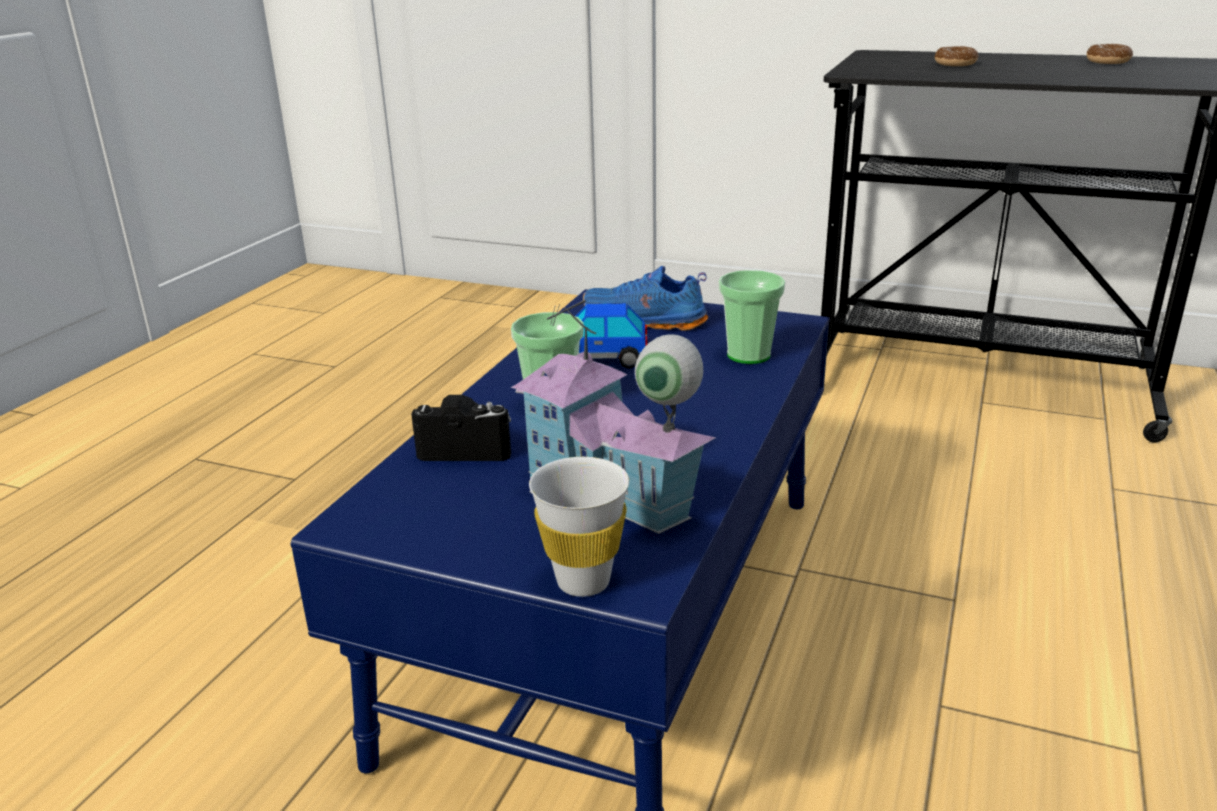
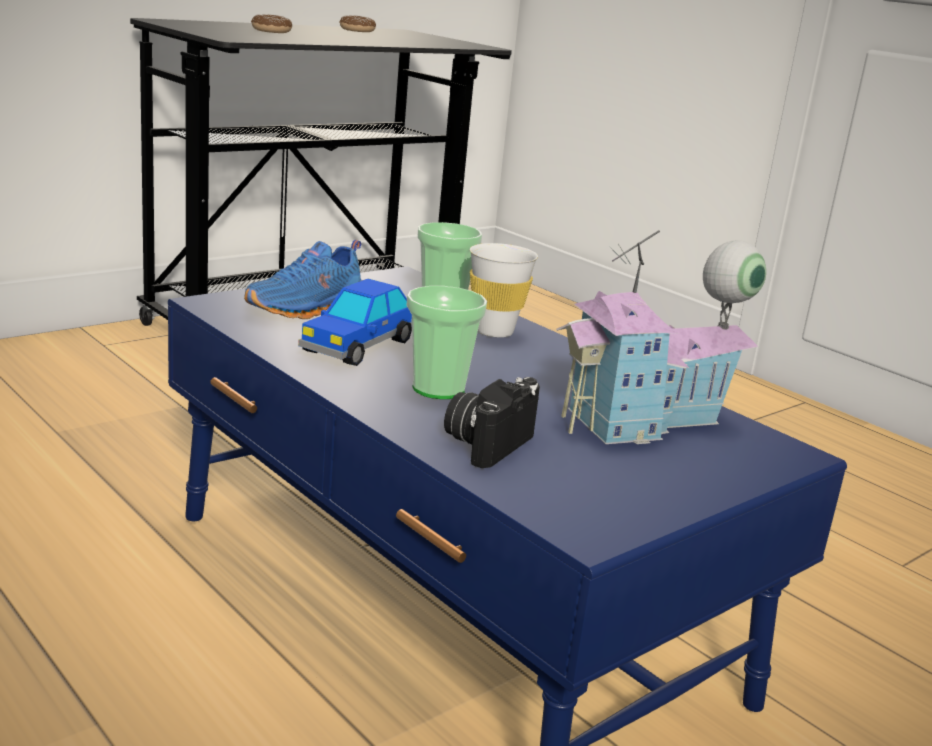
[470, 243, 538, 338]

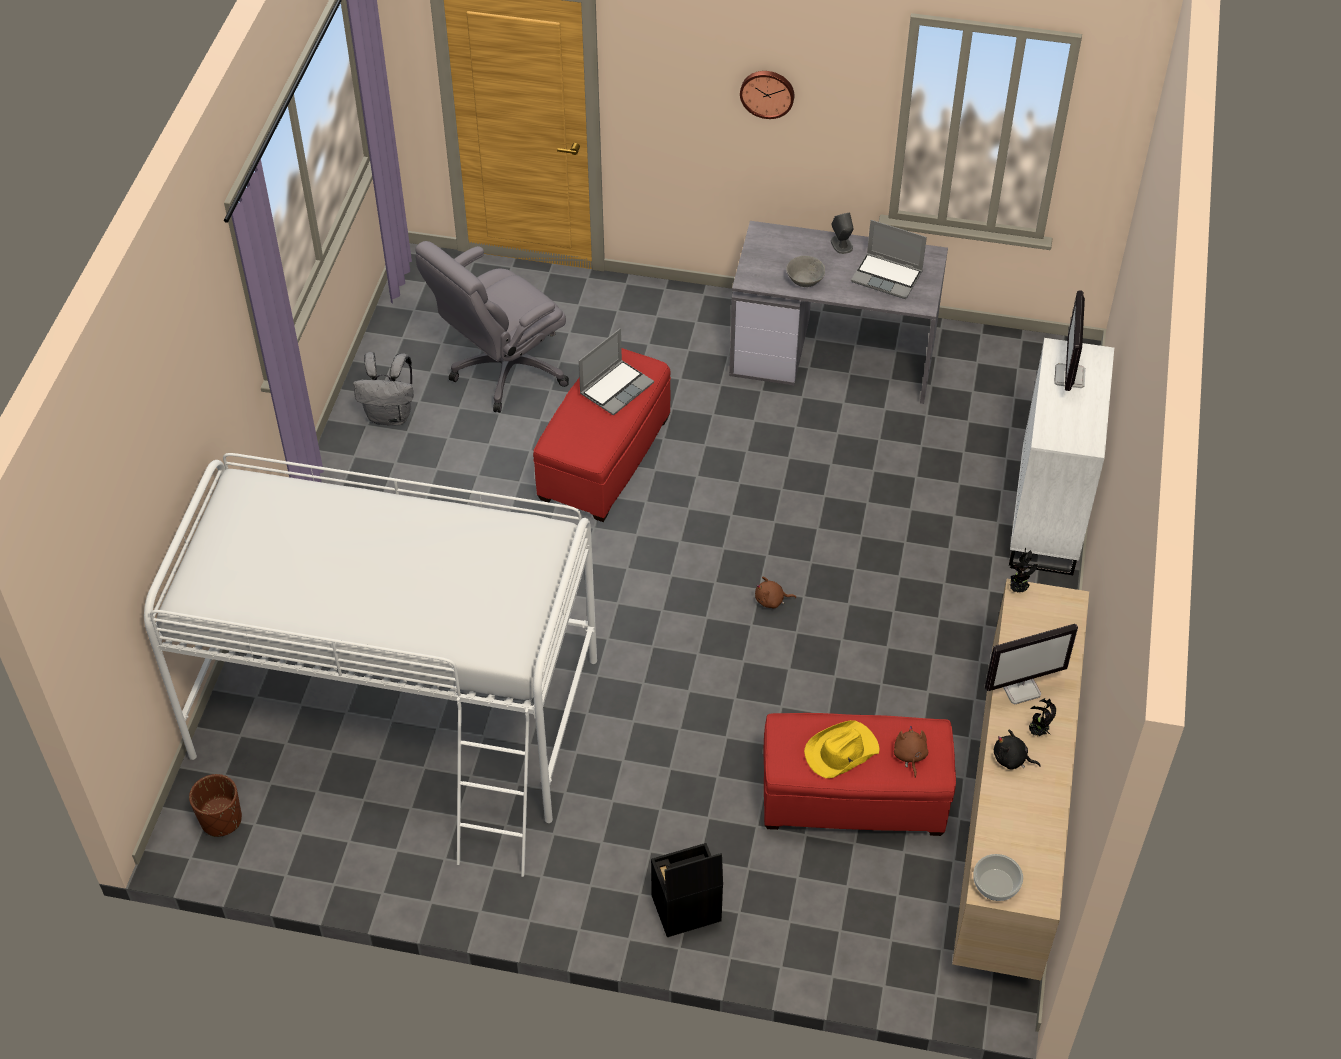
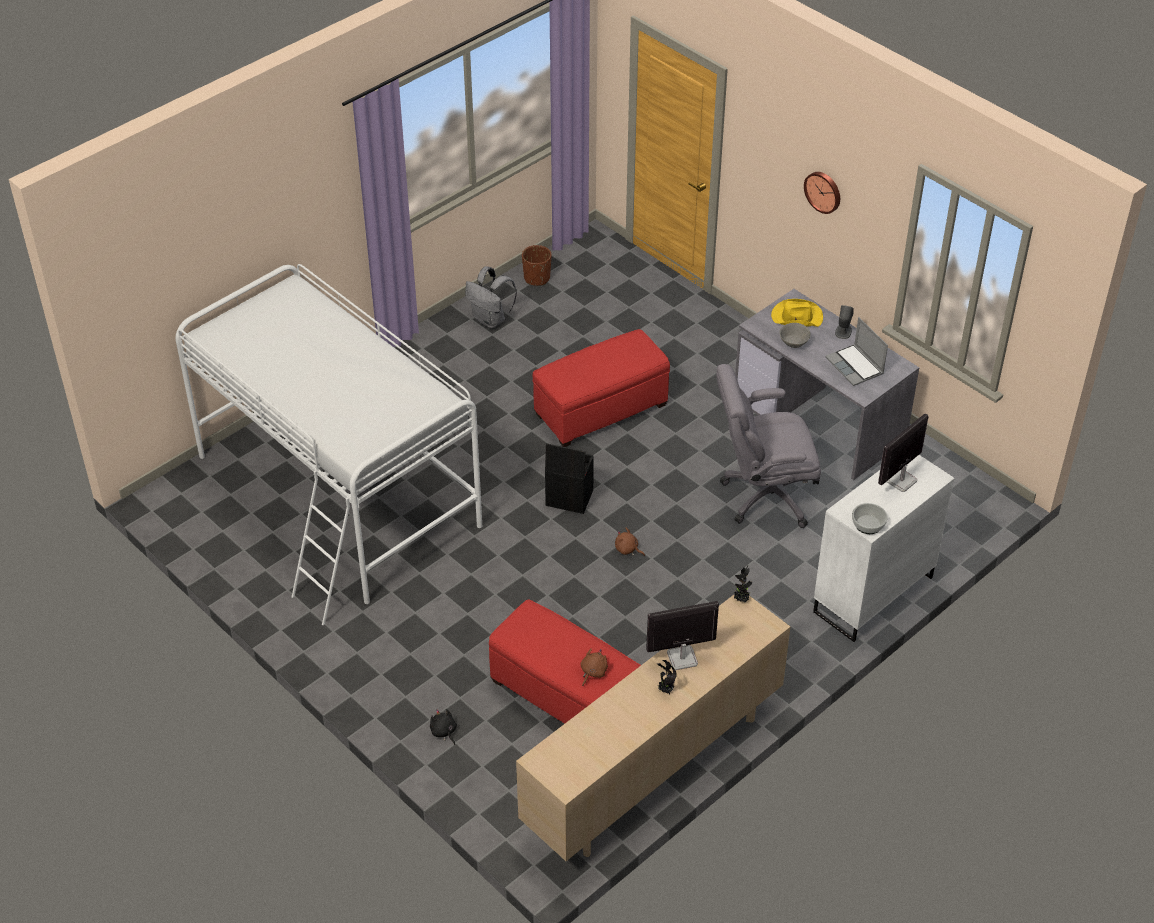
[522, 245, 551, 286]
[716, 364, 821, 528]
[579, 328, 654, 416] (first image)
[545, 443, 594, 514]
[771, 299, 823, 327]
[852, 503, 888, 534]
[646, 601, 719, 670]
[430, 709, 457, 745]

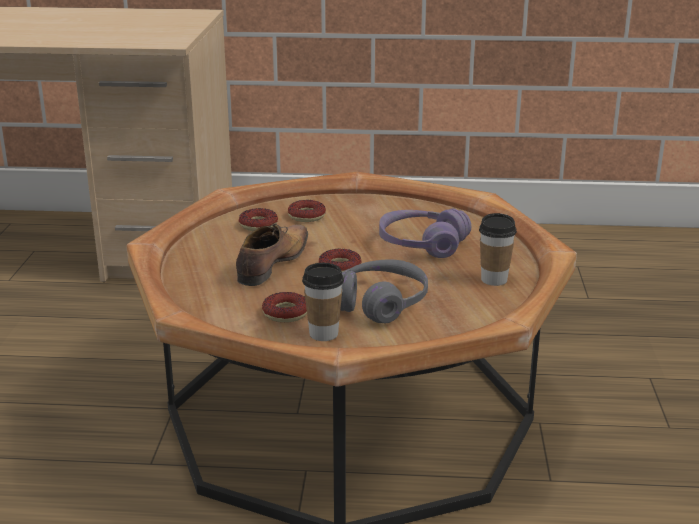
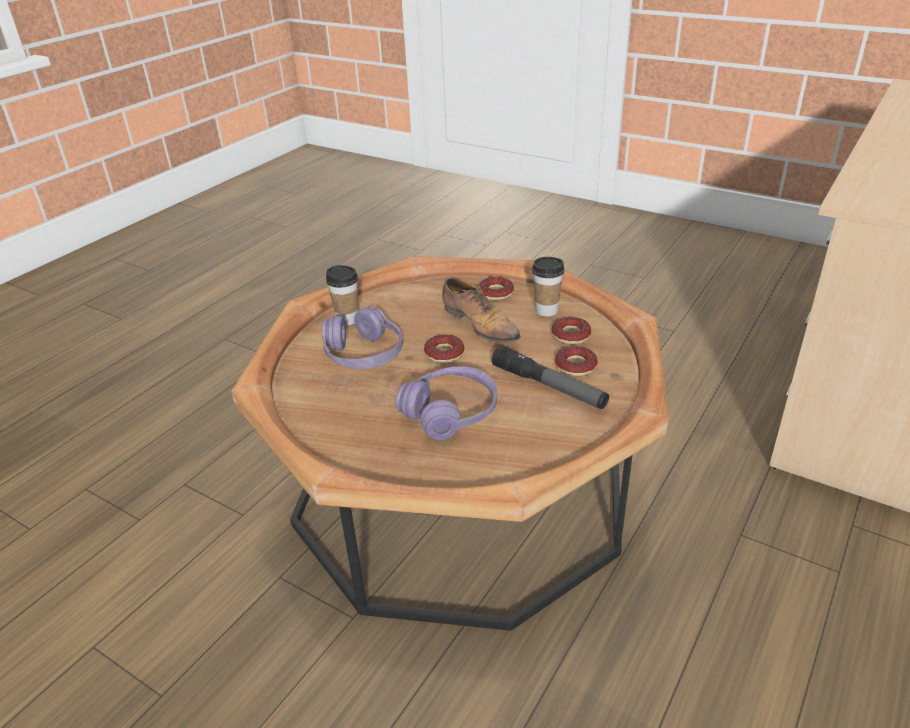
[479, 277, 514, 301]
[322, 307, 403, 369]
[532, 257, 564, 317]
[492, 345, 609, 409]

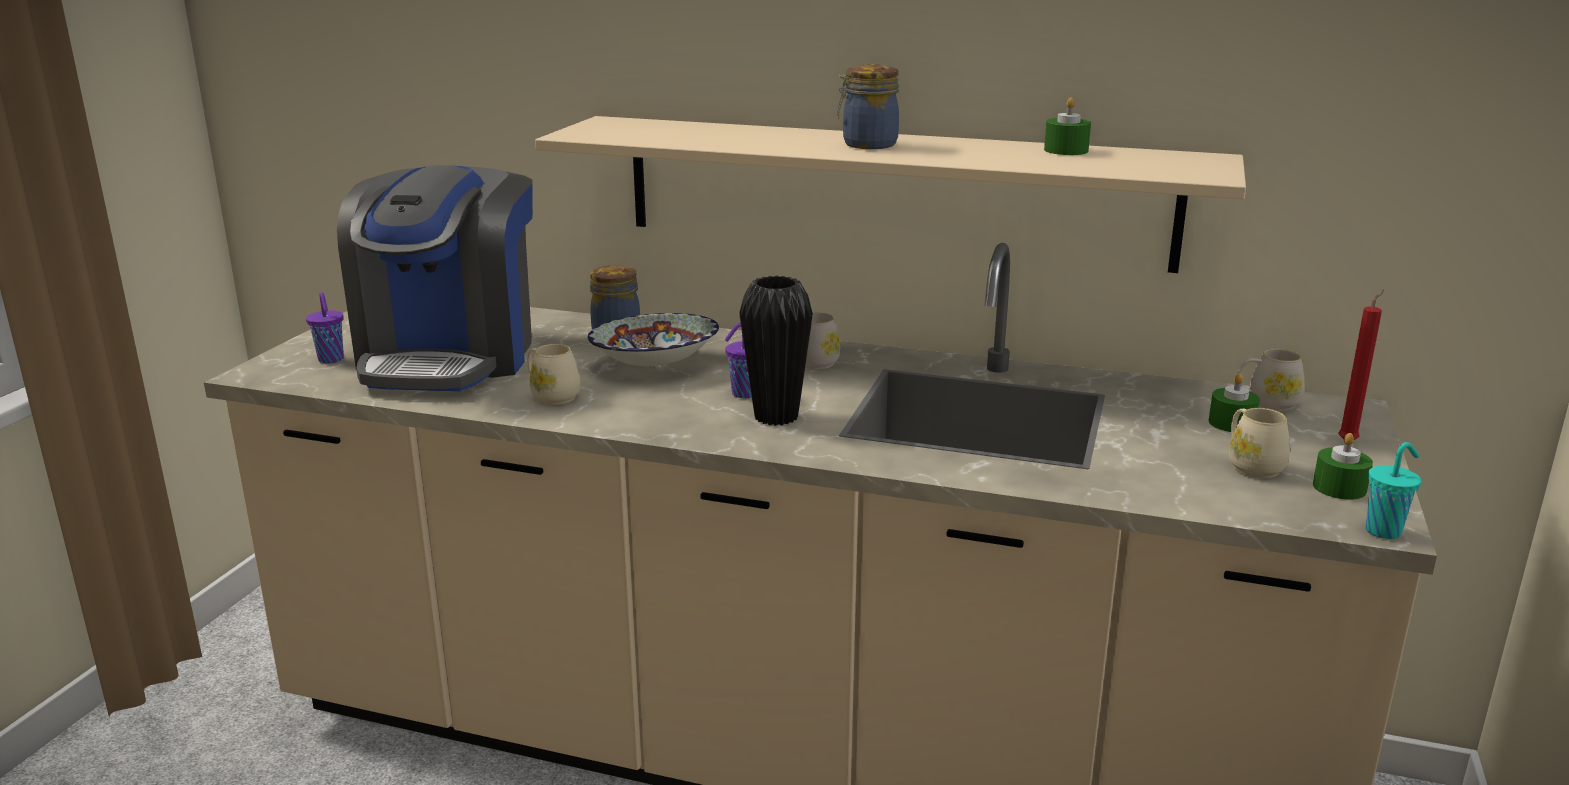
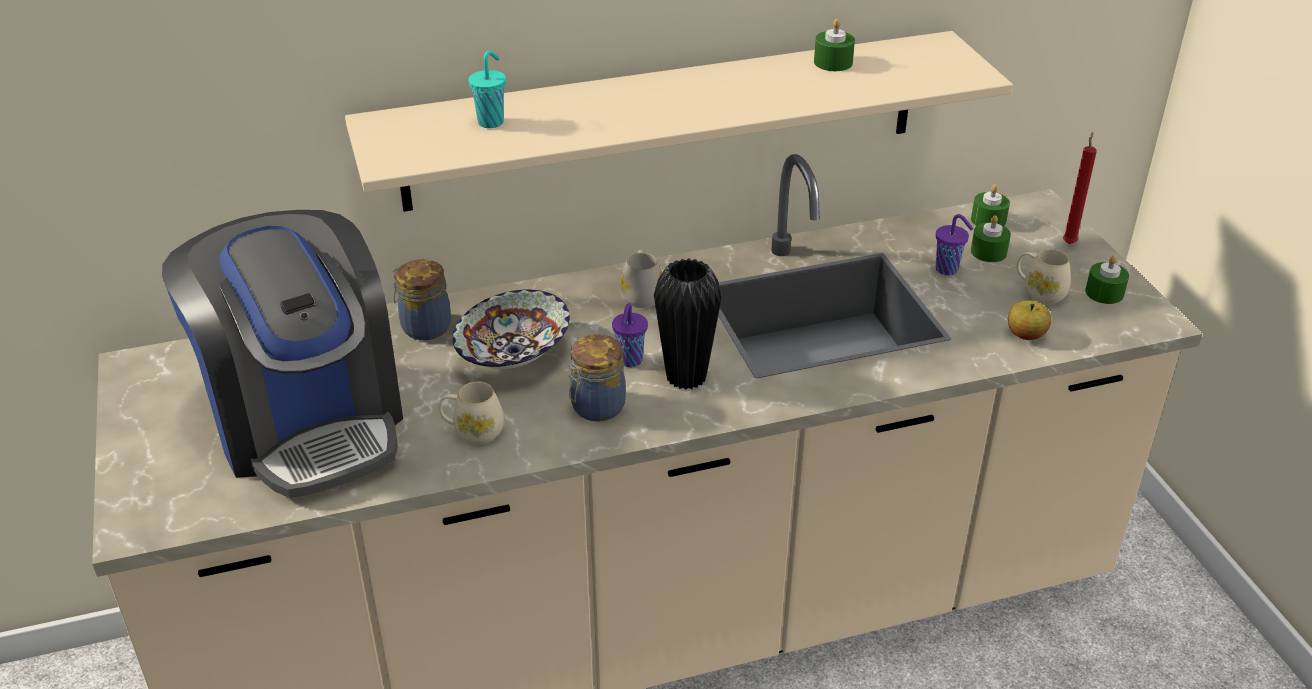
[936, 214, 973, 275]
[569, 334, 626, 421]
[971, 184, 1010, 226]
[468, 50, 506, 128]
[1008, 301, 1051, 340]

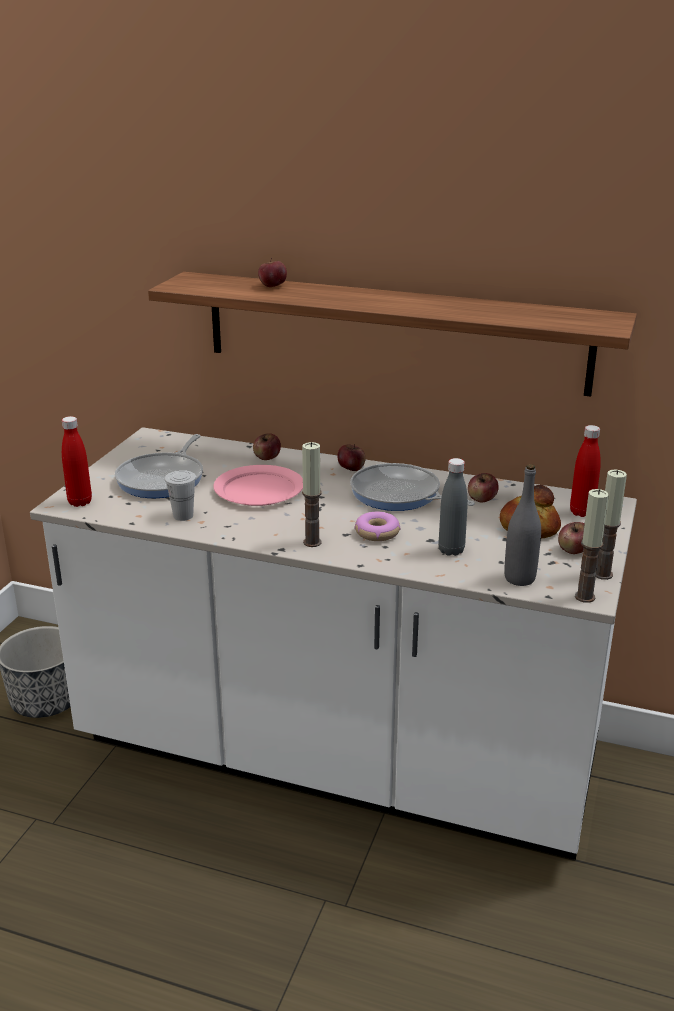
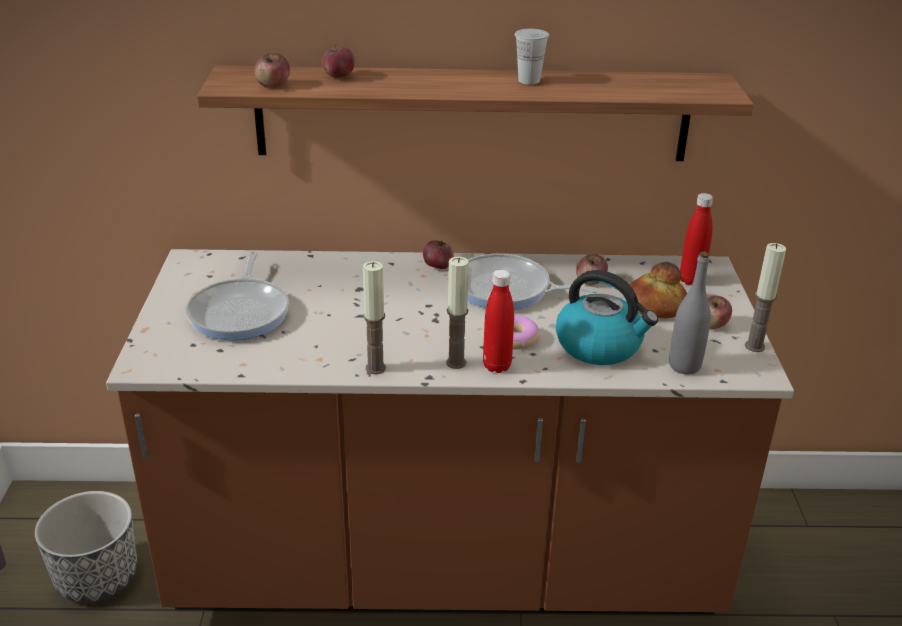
[106, 249, 794, 614]
[483, 270, 514, 373]
[515, 29, 549, 85]
[213, 465, 303, 506] (first image)
[254, 53, 290, 88]
[556, 270, 658, 365]
[363, 261, 386, 374]

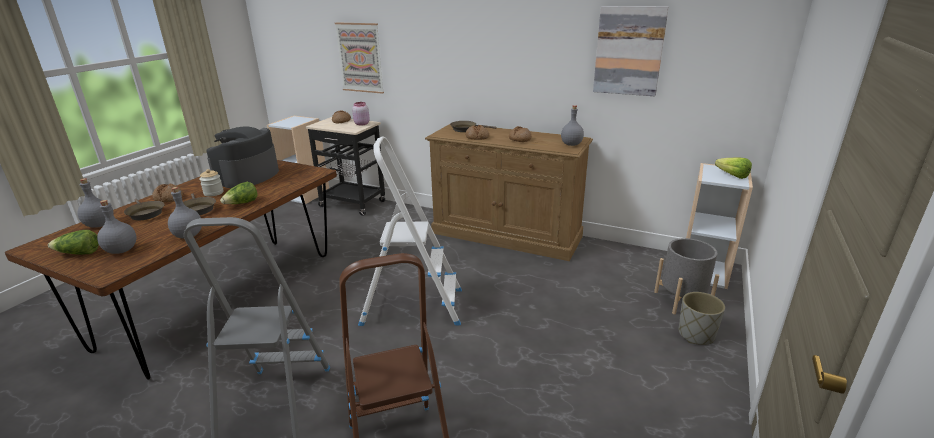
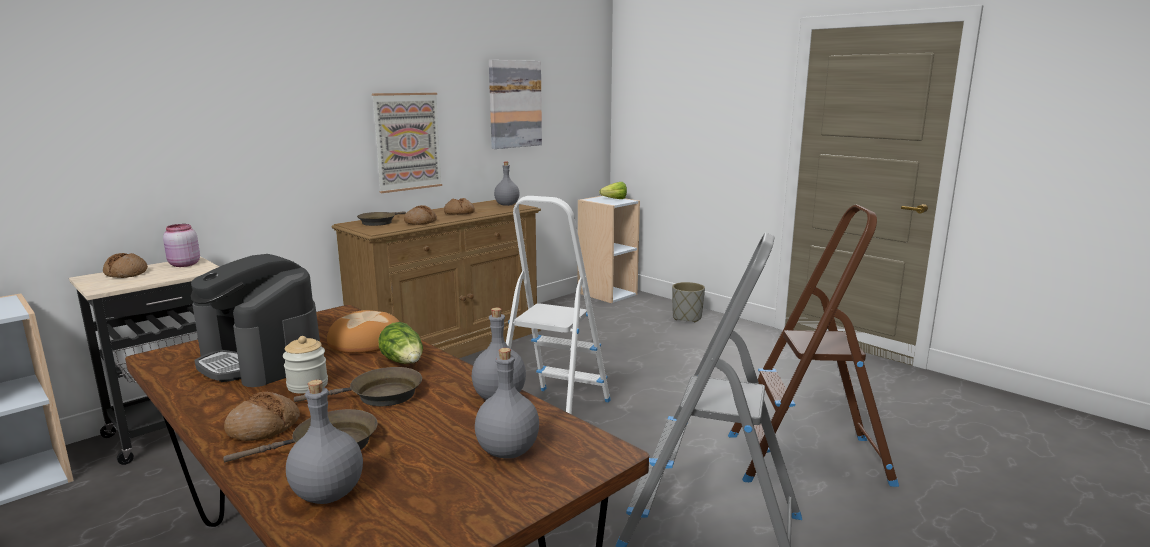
[48, 230, 99, 255] (first image)
[372, 93, 442, 193]
[654, 238, 719, 314] (first image)
[327, 310, 400, 353]

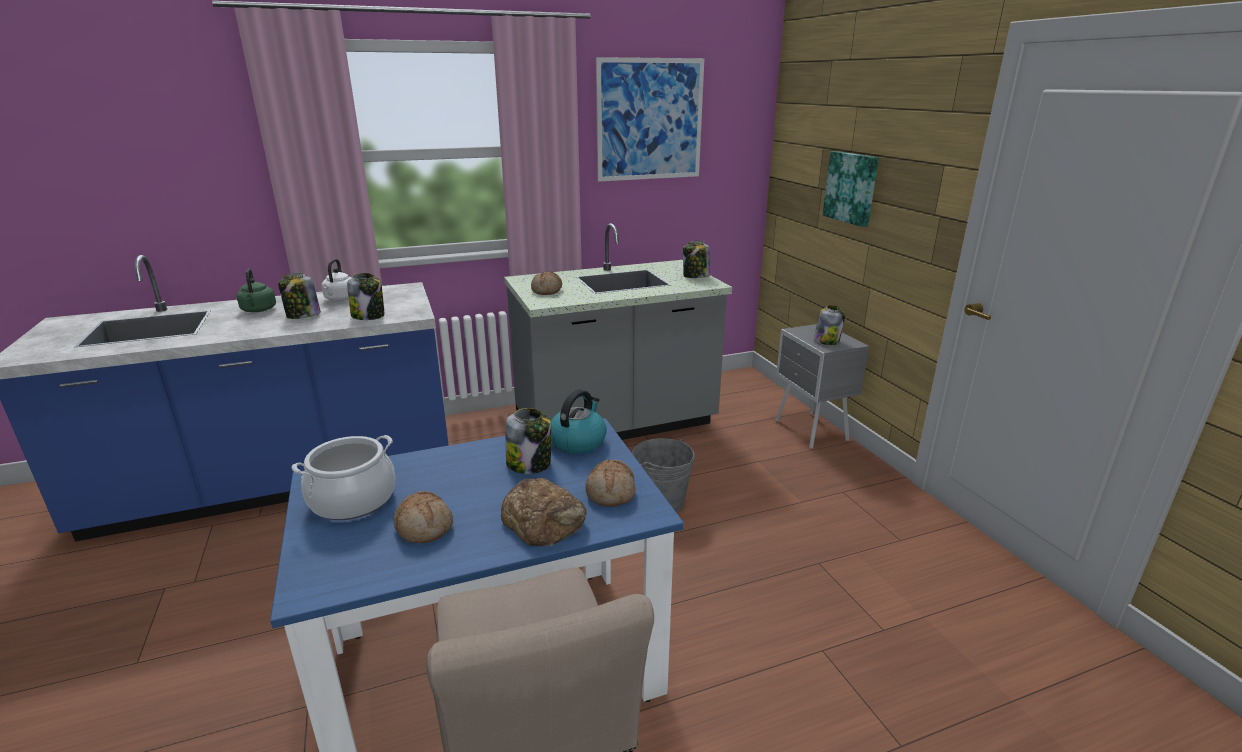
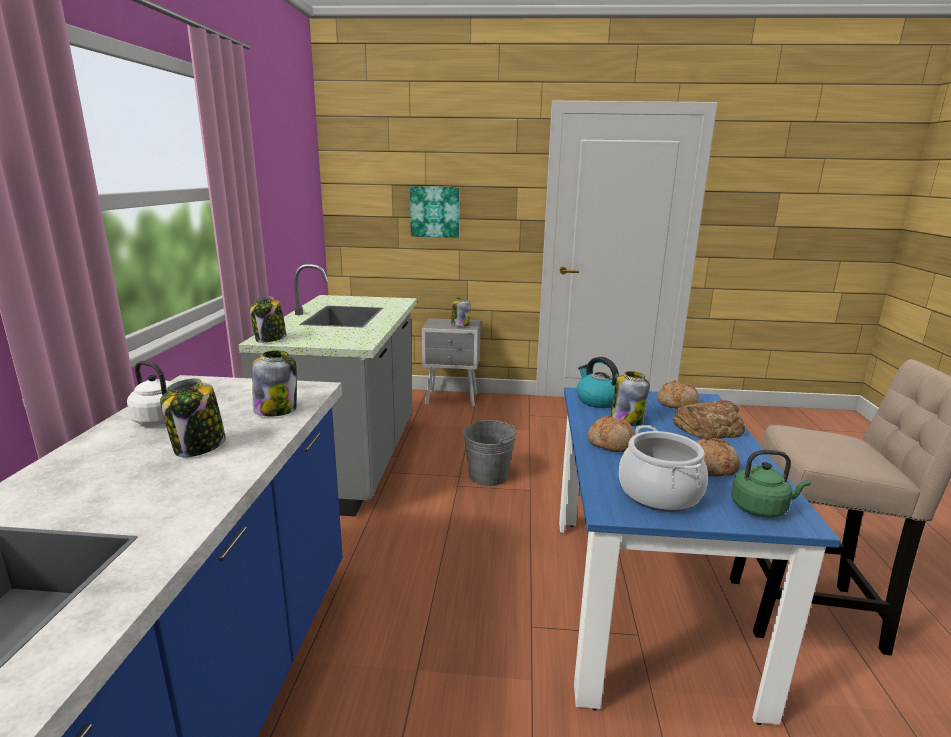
[731, 450, 811, 518]
[587, 415, 636, 452]
[596, 57, 704, 182] (first image)
[250, 297, 287, 343]

